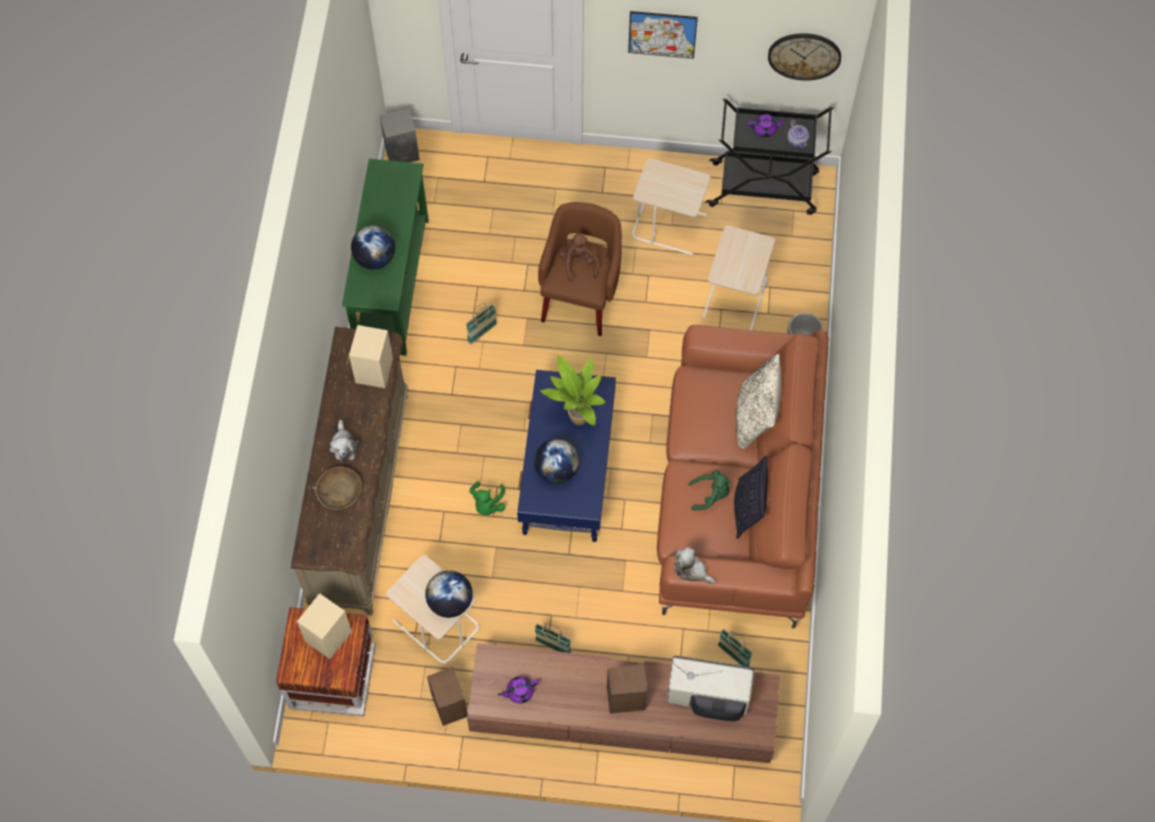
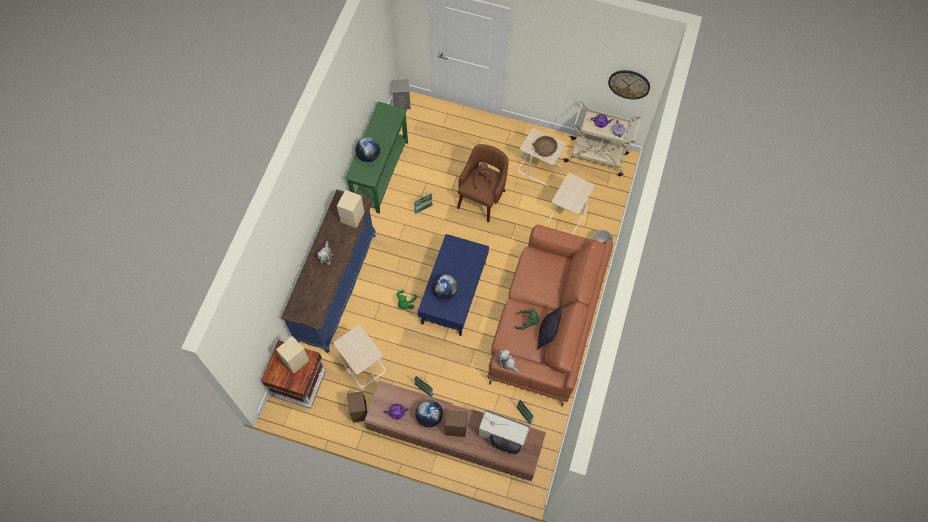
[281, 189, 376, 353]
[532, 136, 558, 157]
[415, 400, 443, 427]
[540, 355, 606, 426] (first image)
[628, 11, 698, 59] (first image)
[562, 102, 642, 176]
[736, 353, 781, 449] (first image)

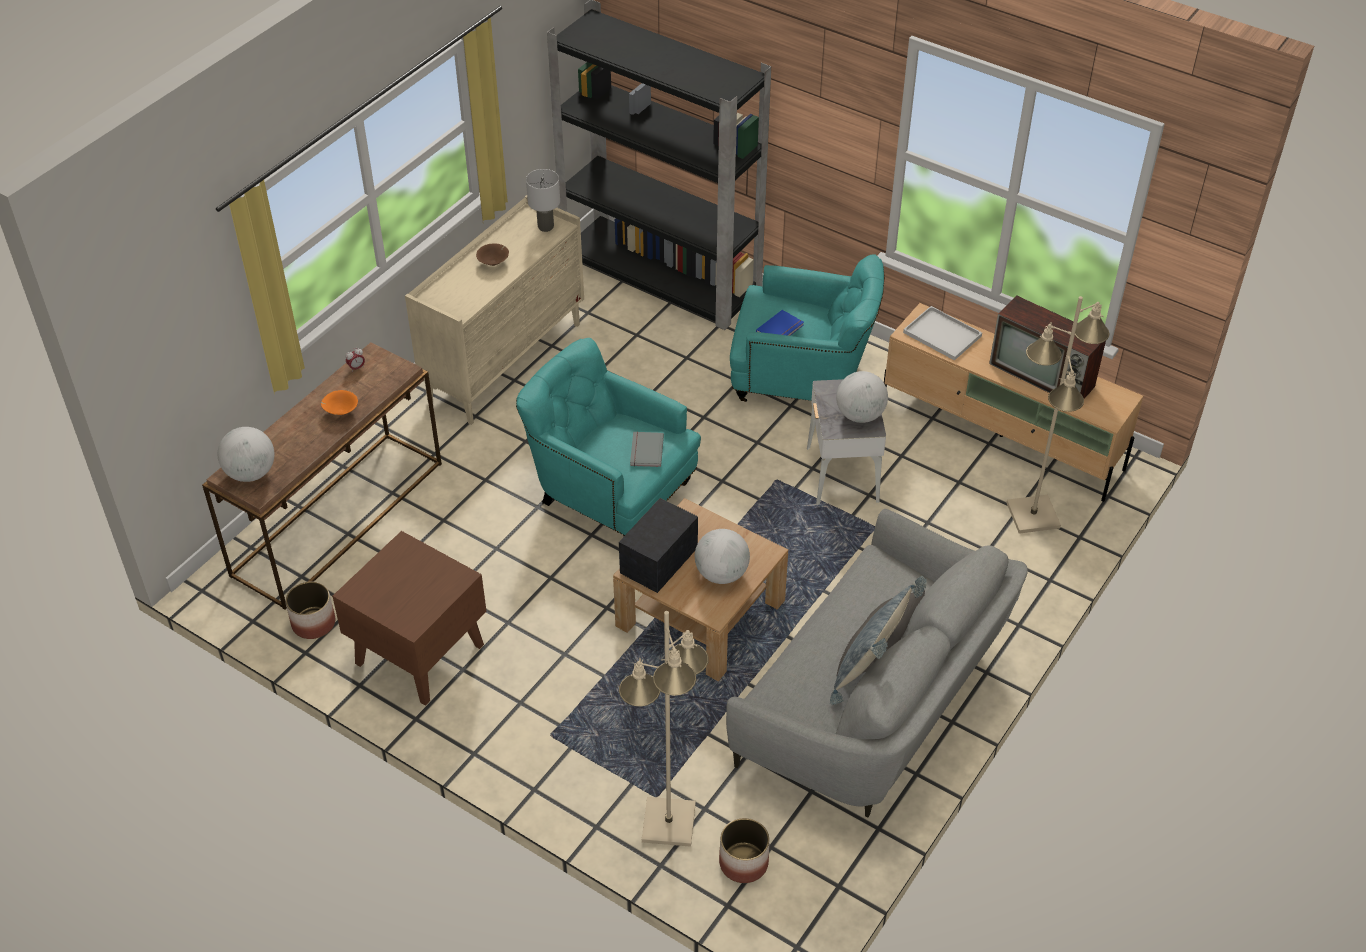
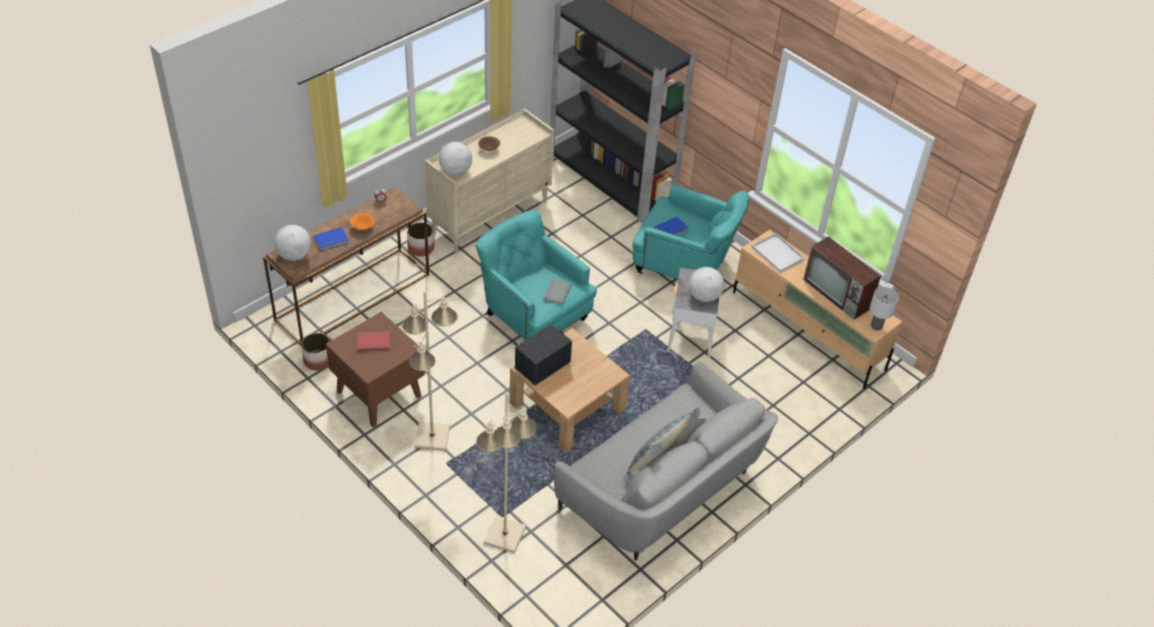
[870, 287, 899, 331]
[439, 142, 472, 176]
[407, 222, 434, 256]
[402, 291, 458, 451]
[313, 227, 349, 251]
[358, 331, 390, 351]

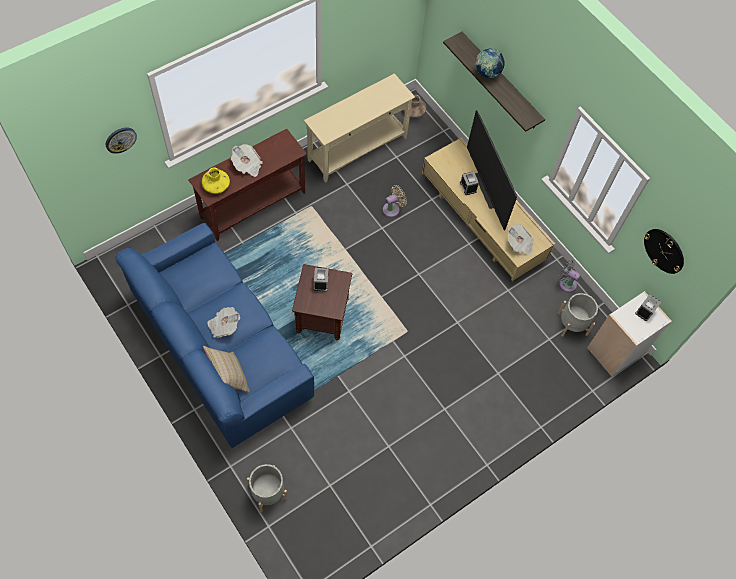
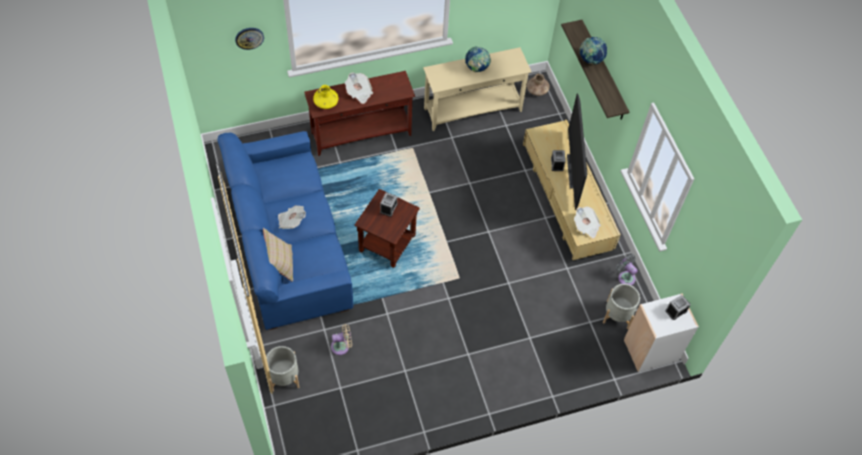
[331, 324, 352, 355]
[644, 229, 684, 274] (first image)
[465, 47, 491, 72]

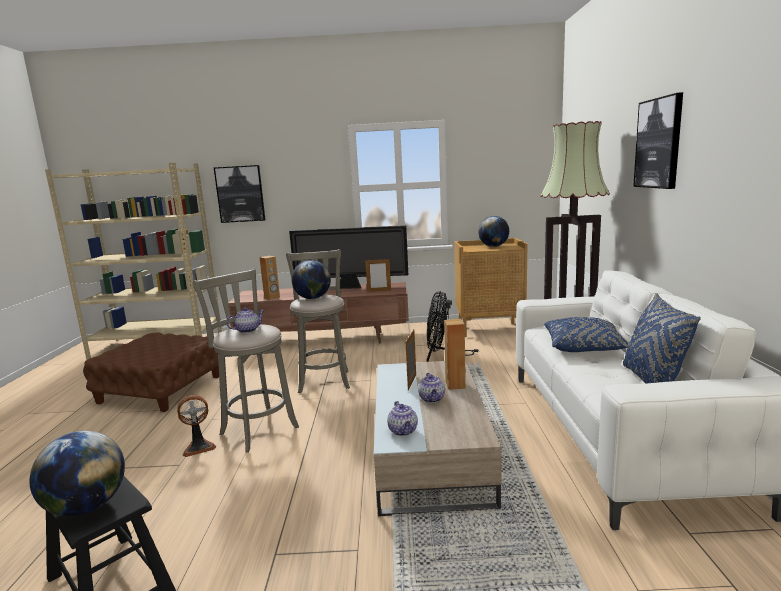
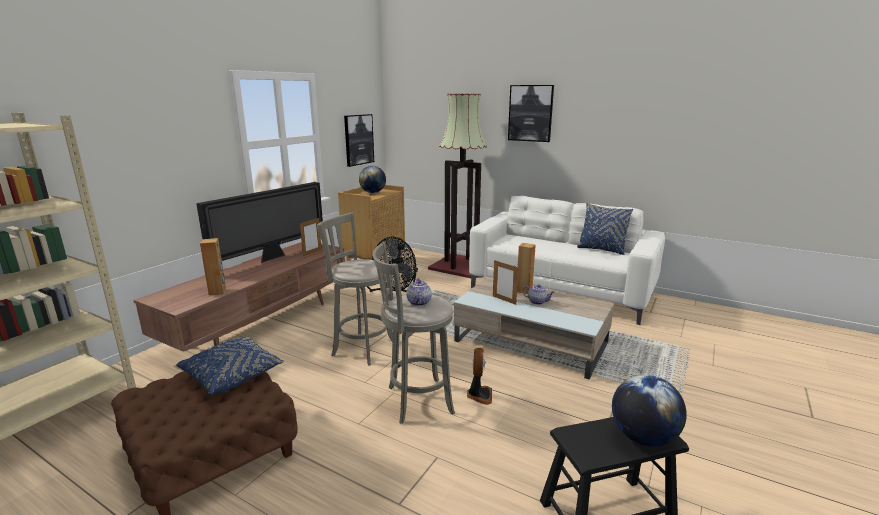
[467, 348, 492, 405]
[344, 114, 374, 167]
[292, 260, 331, 299] (first image)
[387, 401, 418, 436] (first image)
[177, 337, 284, 395]

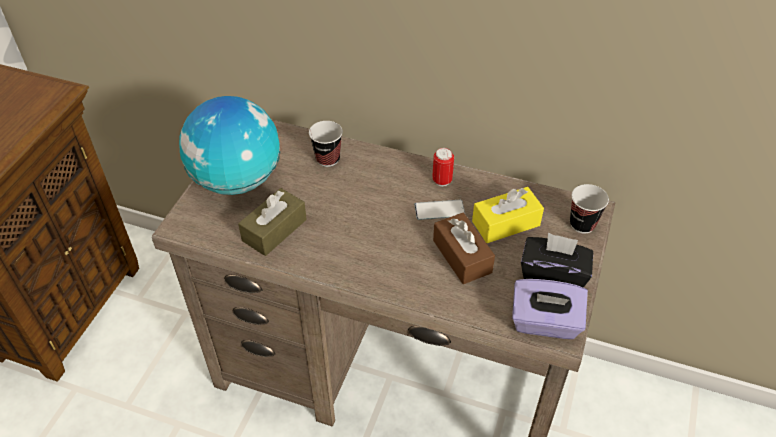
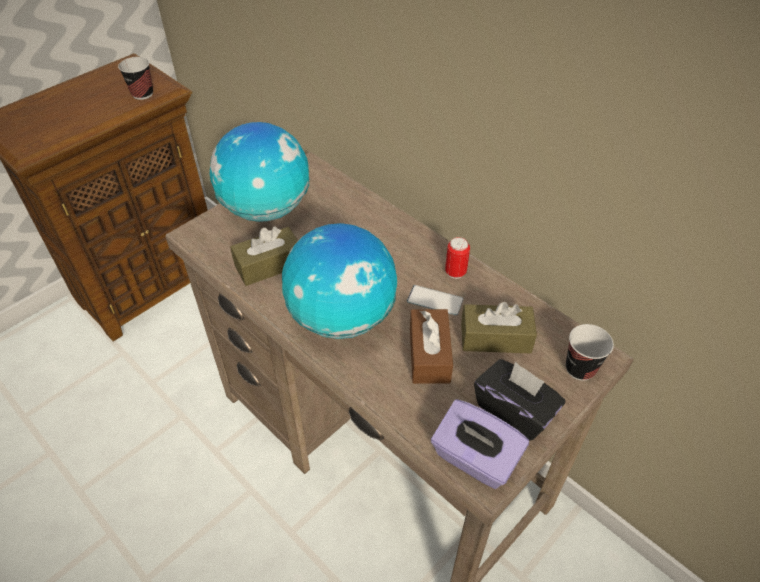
[118, 57, 153, 100]
[461, 302, 537, 354]
[282, 223, 397, 339]

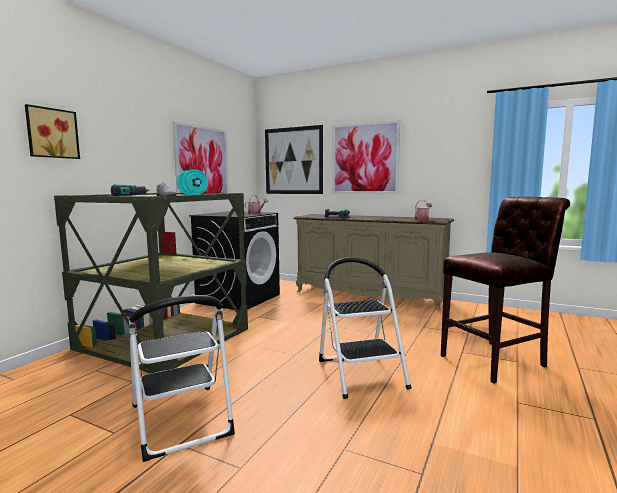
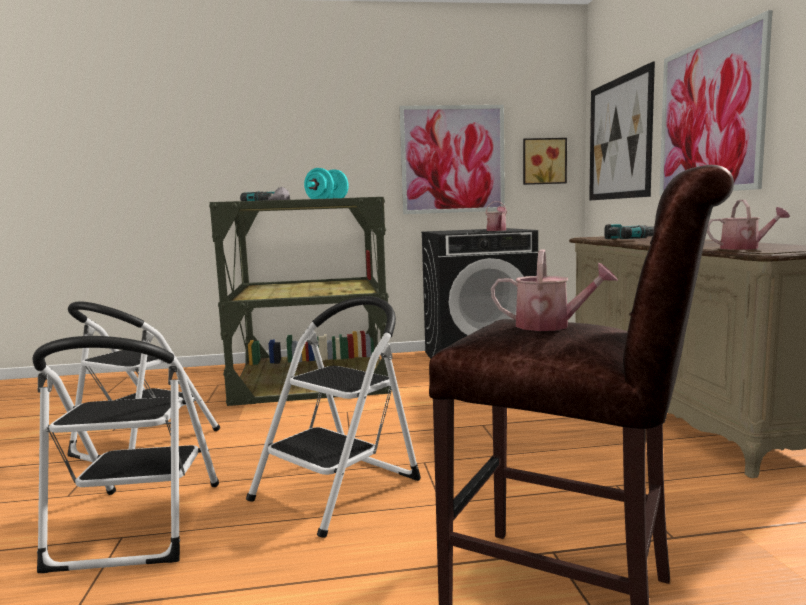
[523, 138, 567, 185]
[33, 336, 219, 573]
[491, 250, 618, 331]

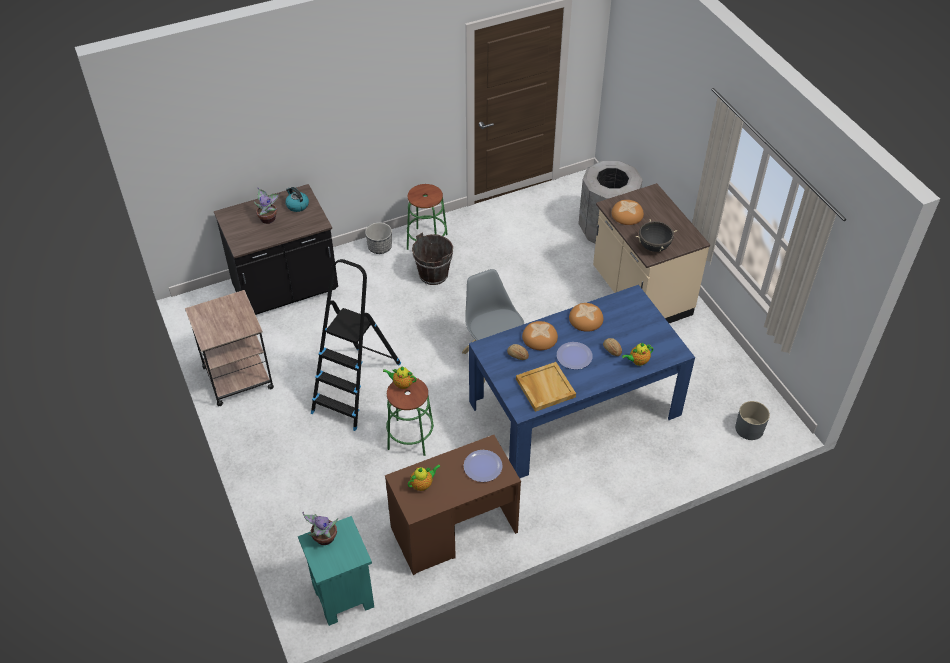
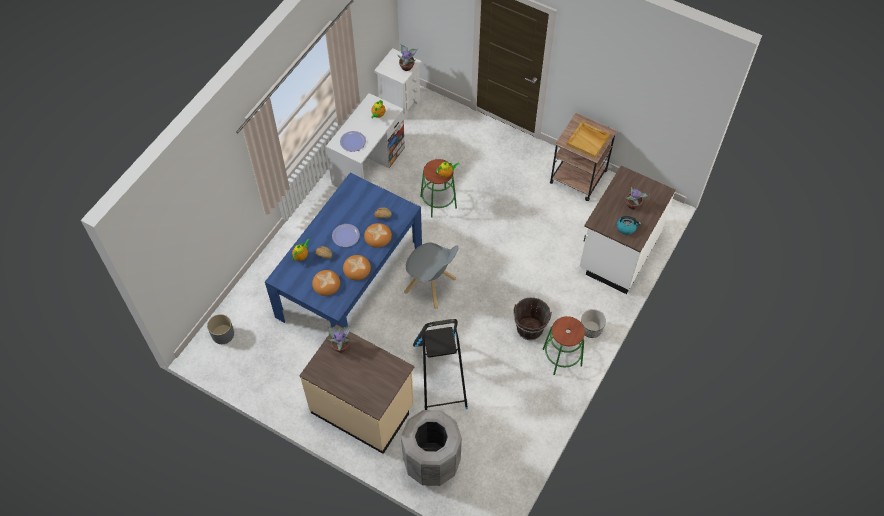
[580, 166, 676, 294]
[374, 48, 422, 120]
[413, 319, 468, 410]
[326, 93, 405, 187]
[567, 121, 610, 158]
[312, 270, 340, 296]
[327, 325, 352, 352]

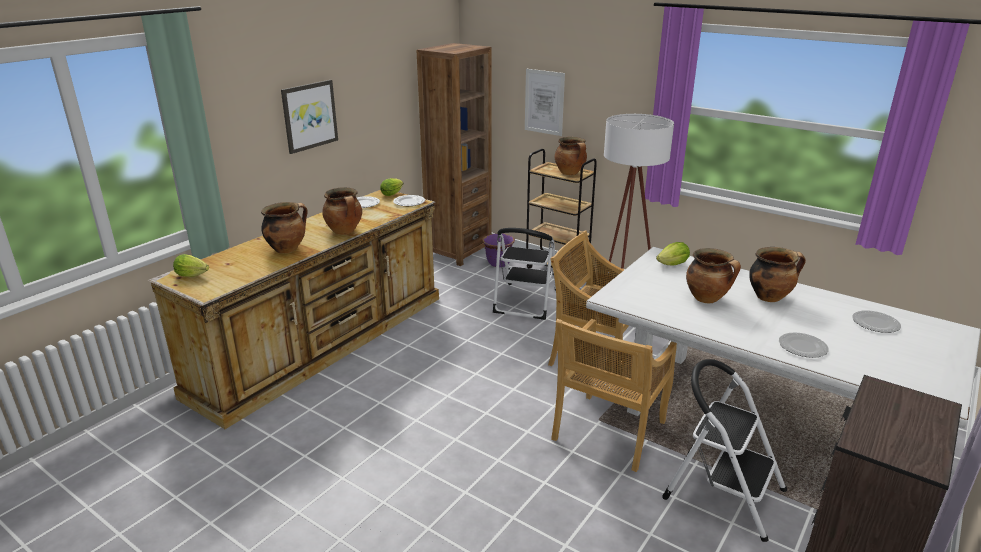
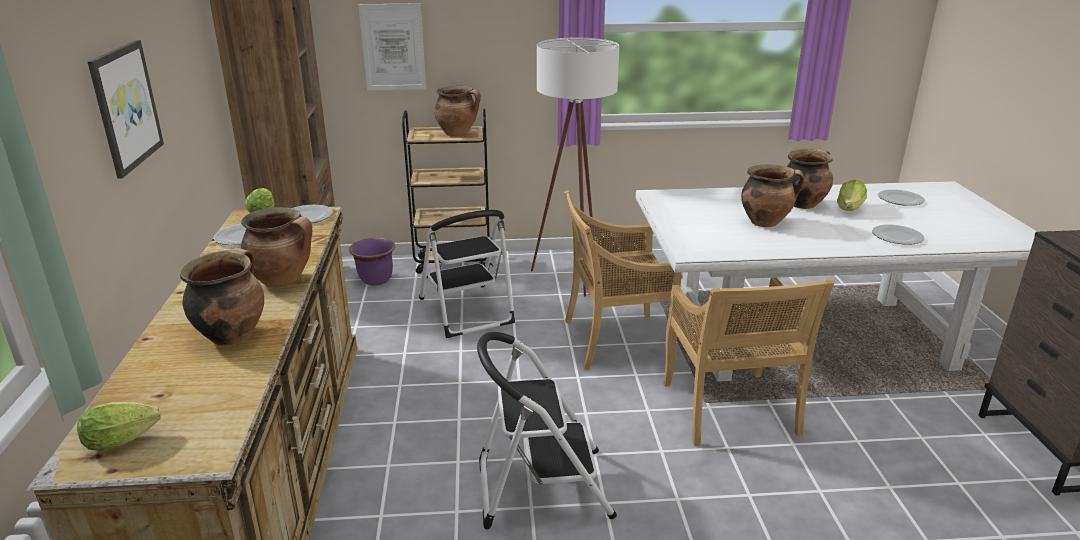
[837, 180, 867, 211]
[477, 332, 617, 530]

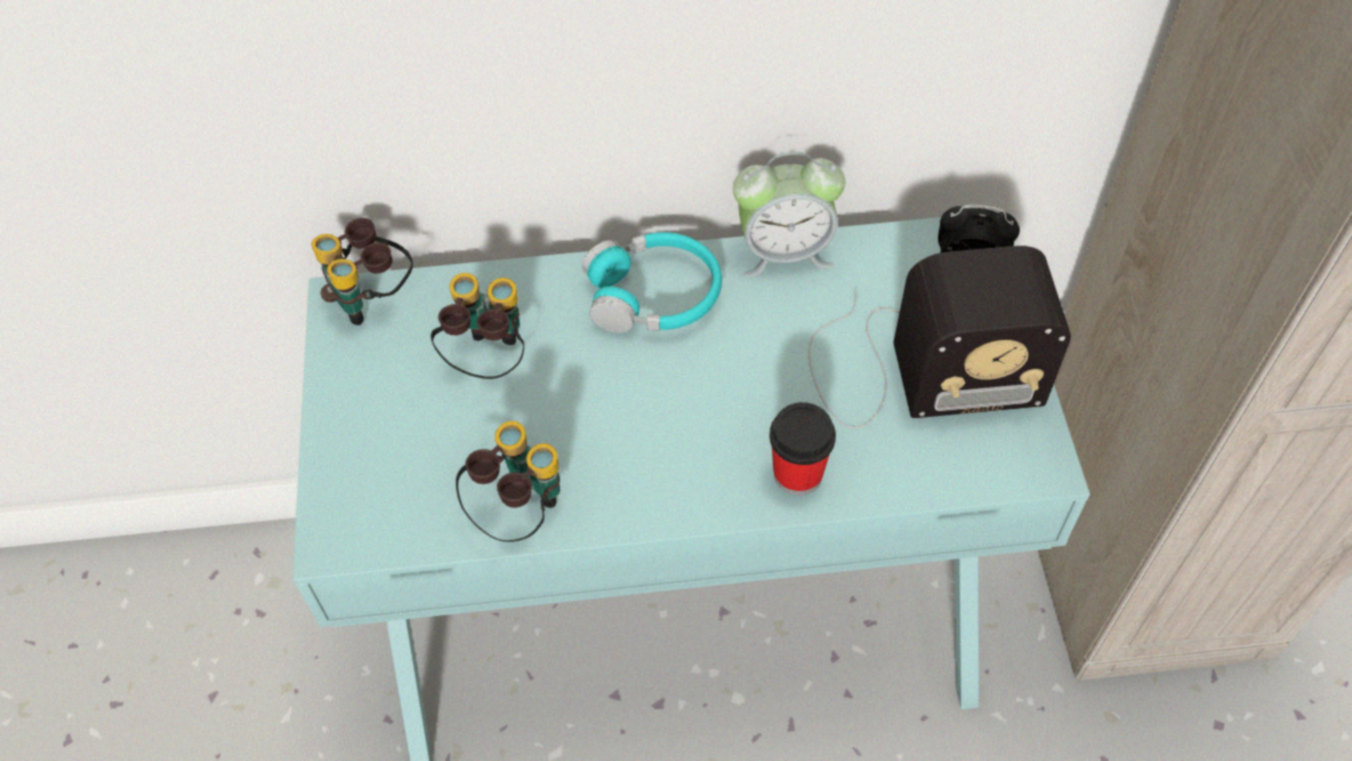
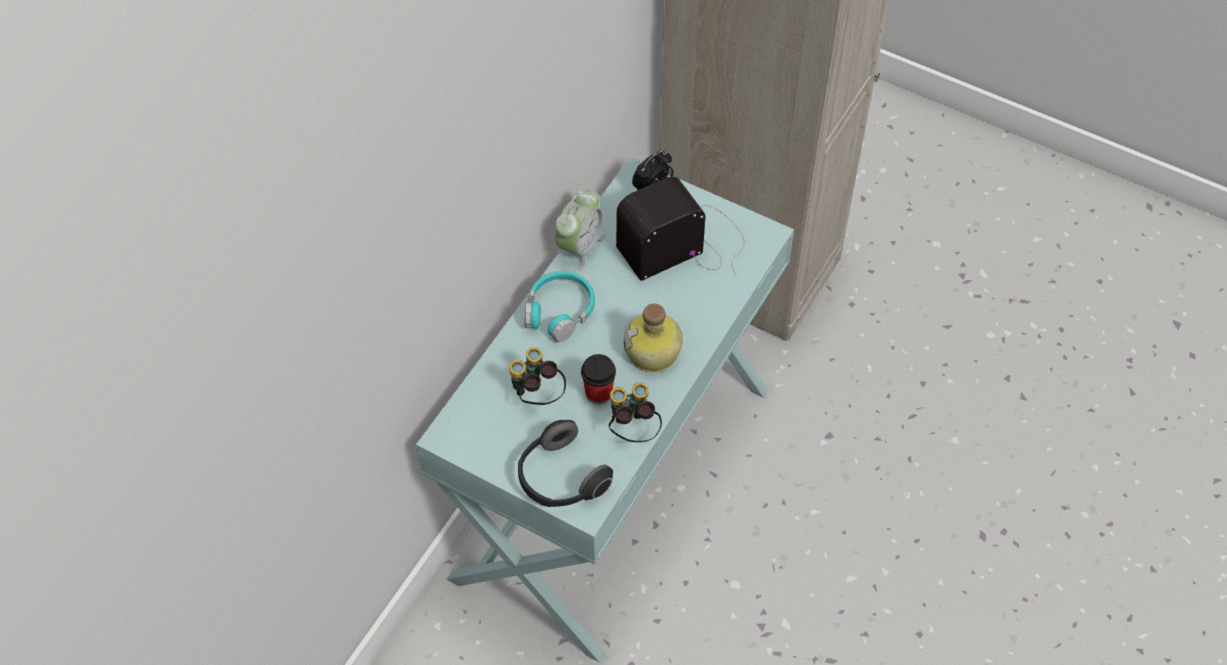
[311, 218, 413, 325] (first image)
[581, 354, 616, 404]
[616, 177, 745, 281]
[518, 420, 613, 507]
[623, 304, 683, 372]

